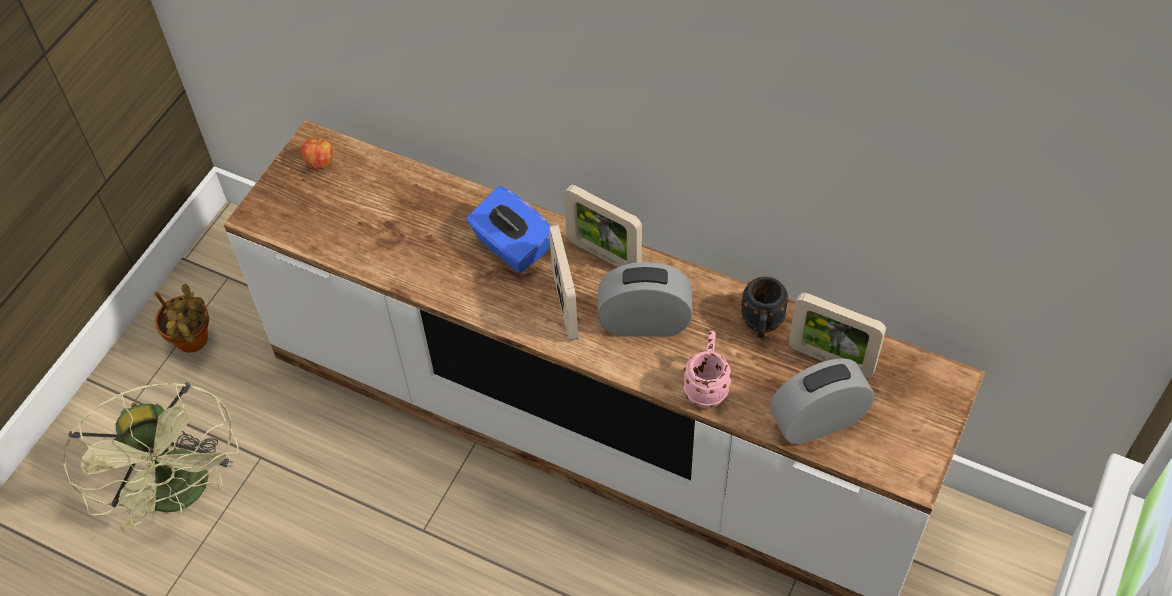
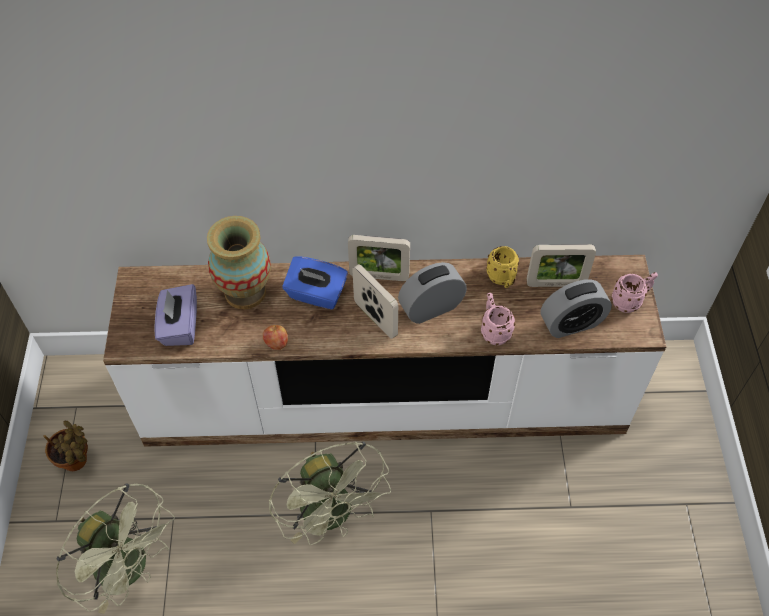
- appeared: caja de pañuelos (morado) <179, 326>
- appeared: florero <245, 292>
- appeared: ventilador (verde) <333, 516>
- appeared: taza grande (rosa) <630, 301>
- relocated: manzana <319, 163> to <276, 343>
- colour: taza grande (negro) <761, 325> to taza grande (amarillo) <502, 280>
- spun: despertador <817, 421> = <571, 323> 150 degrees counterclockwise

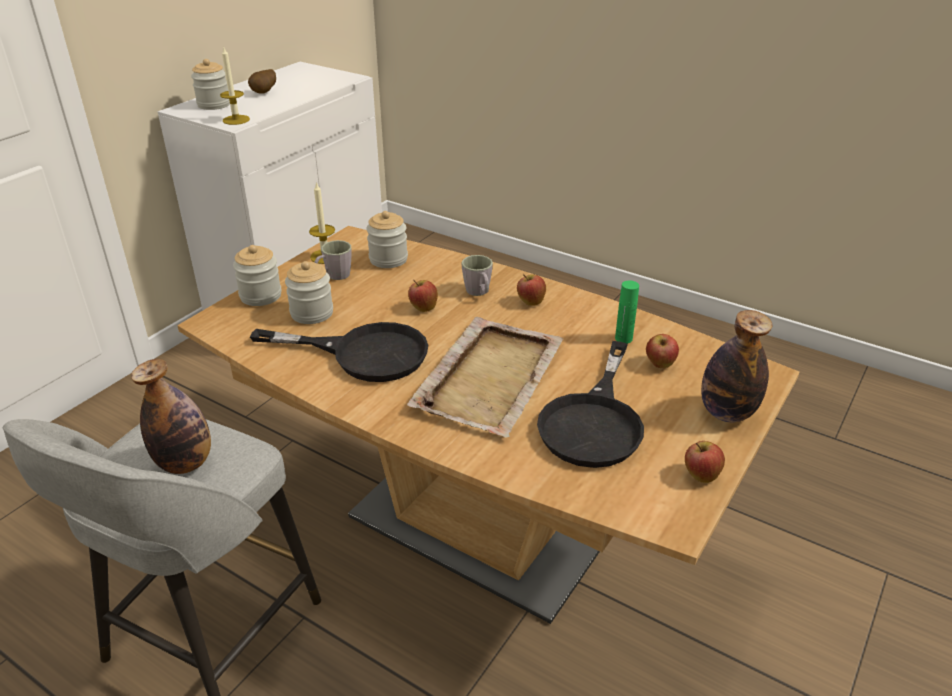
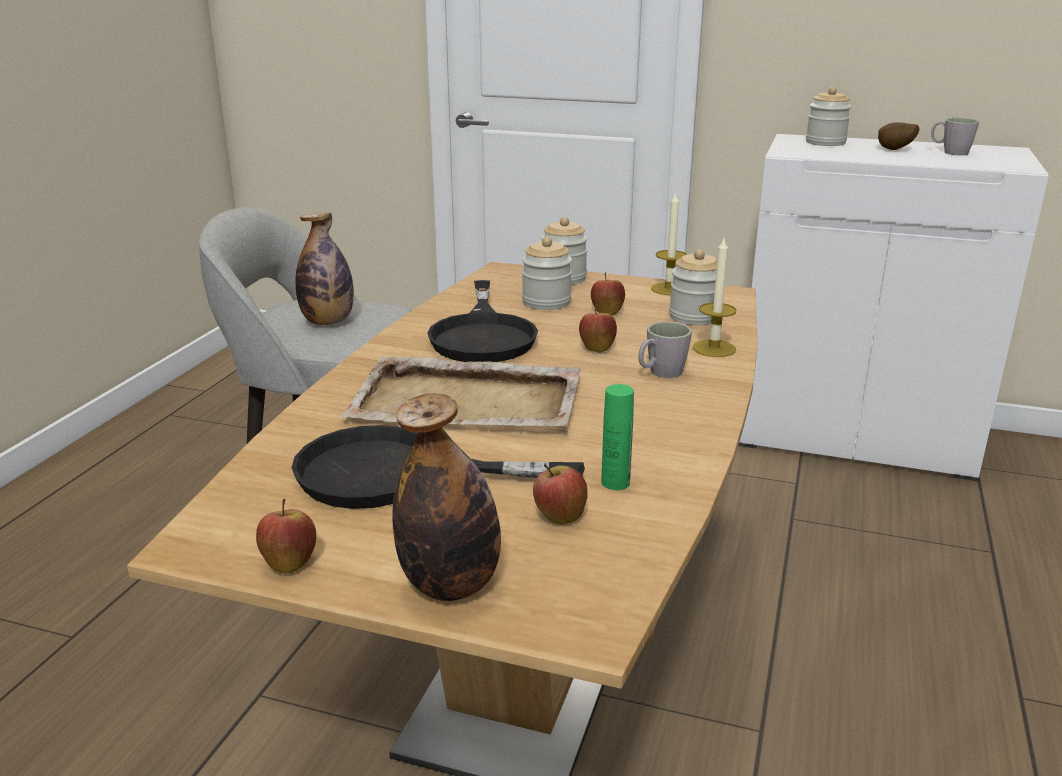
- relocated: vela <236, 120> to <714, 348>
- relocated: taza grande (gris) <334, 276> to <950, 152>
- relocated: manzana <530, 302> to <607, 312>

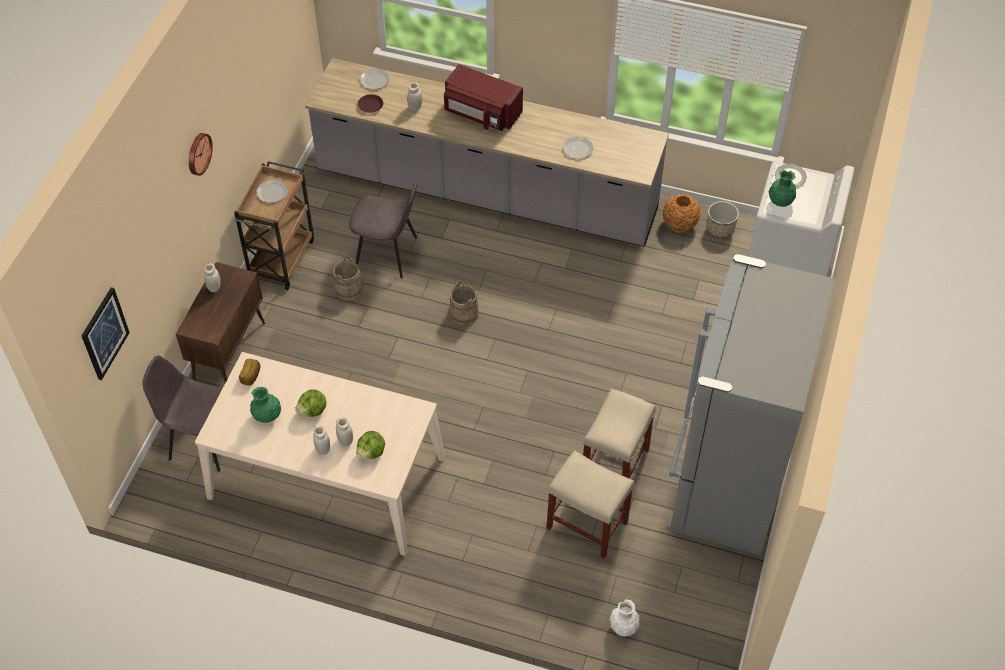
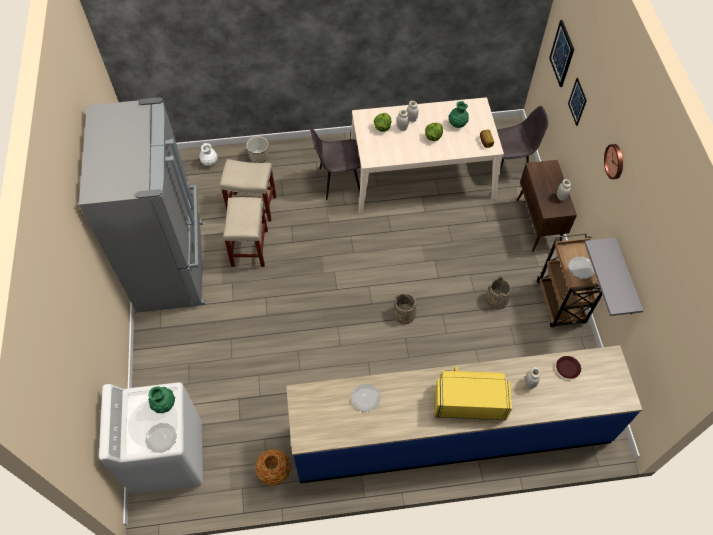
- missing: plato <375, 80>
- appeared: cuadro <577, 101>
- appeared: estante (gris) <625, 279>
- relocated: silla (gris) <388, 254> to <338, 181>
- relocated: maceta <720, 229> to <259, 156>
- colour: mueble bajo de cocina (gris) <486, 193> to mueble bajo de cocina (azul) <451, 432>
- colour: microondas (rojo) <481, 114> to microondas (amarillo) <469, 401>

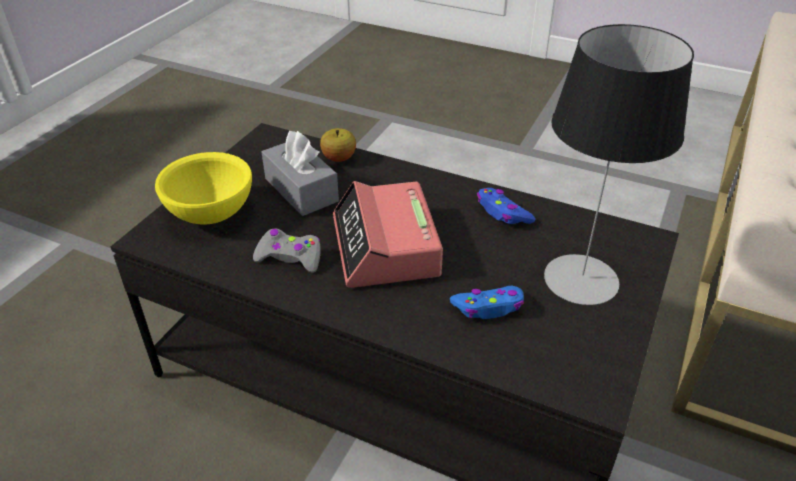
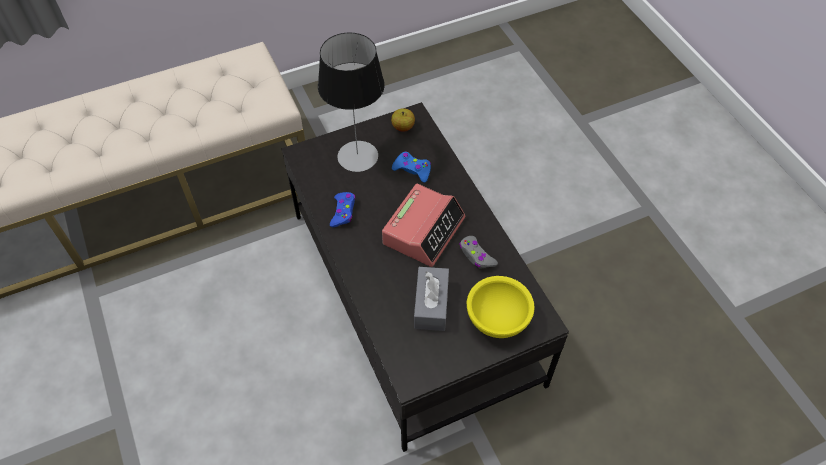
- relocated: manzana <339, 158> to <403, 127>

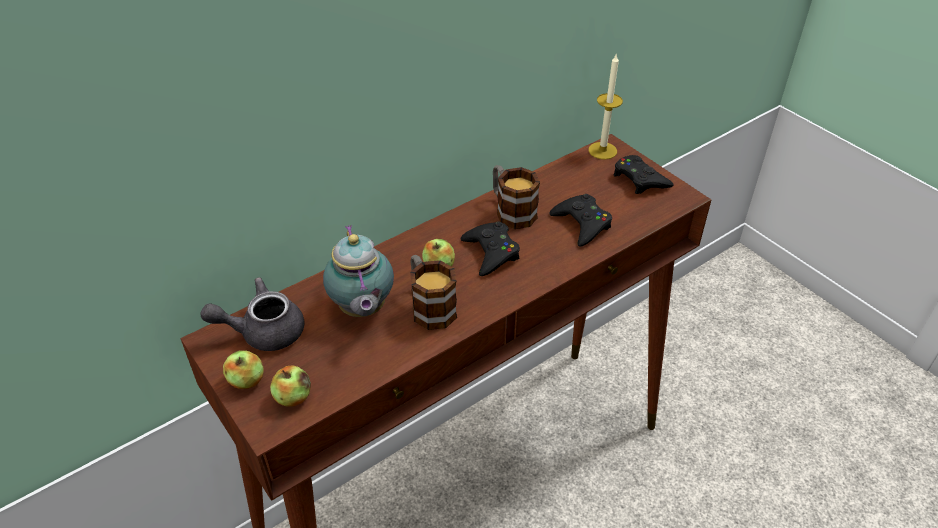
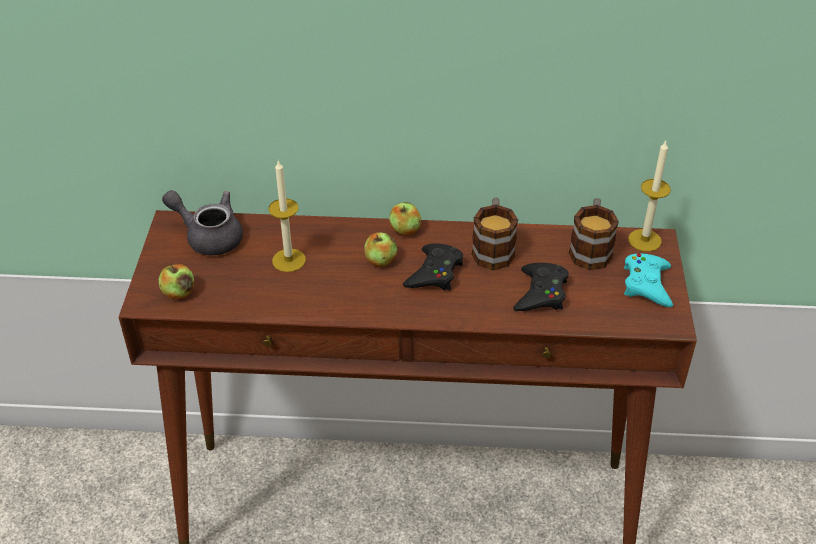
- relocated: manzana <246, 381> to <405, 230>
- relocated: taza grande <429, 306> to <590, 249>
- exchanged: tetera <362, 310> to vela <289, 260>
- colour: mando de consola (negro) <640, 179> to mando de consola (turquesa) <647, 284>

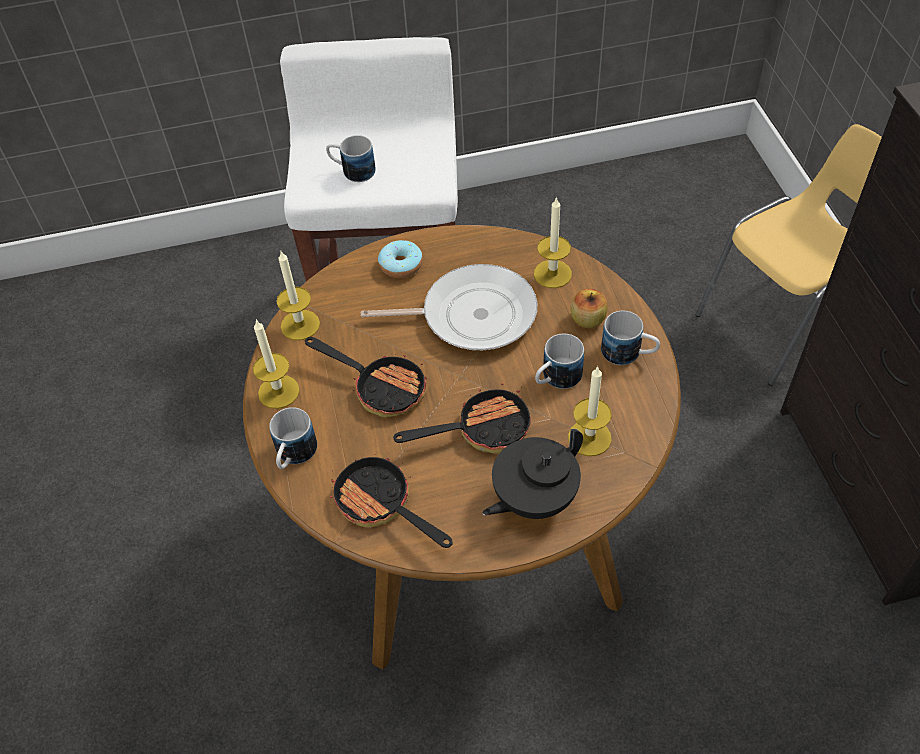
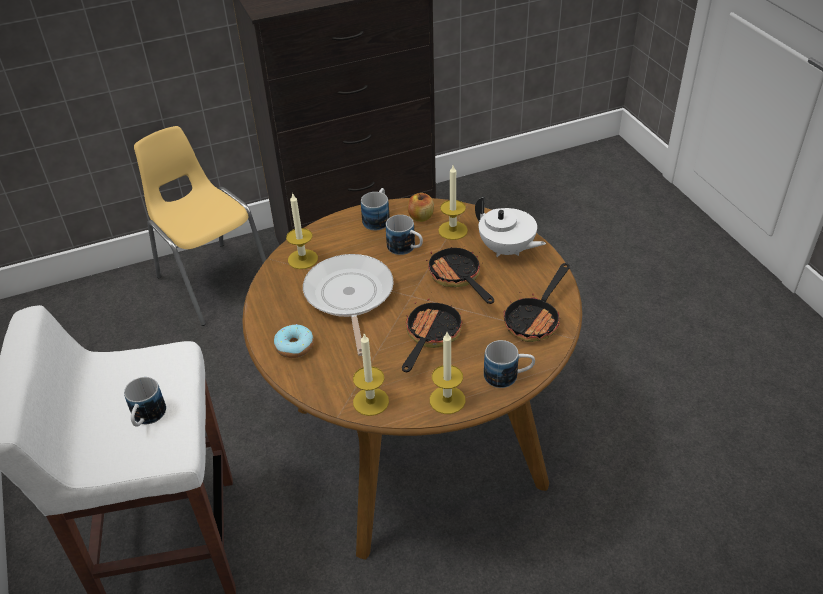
- relocated: manzana <587, 319> to <421, 217>
- colour: tetera (negro) <533, 498> to tetera (blanco) <506, 250>

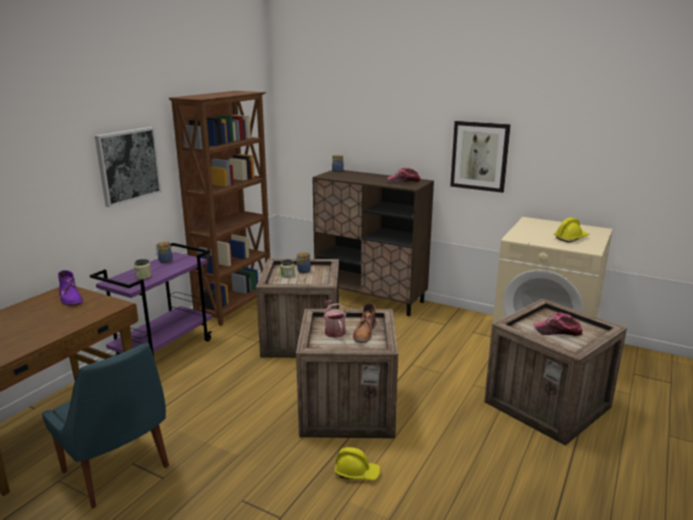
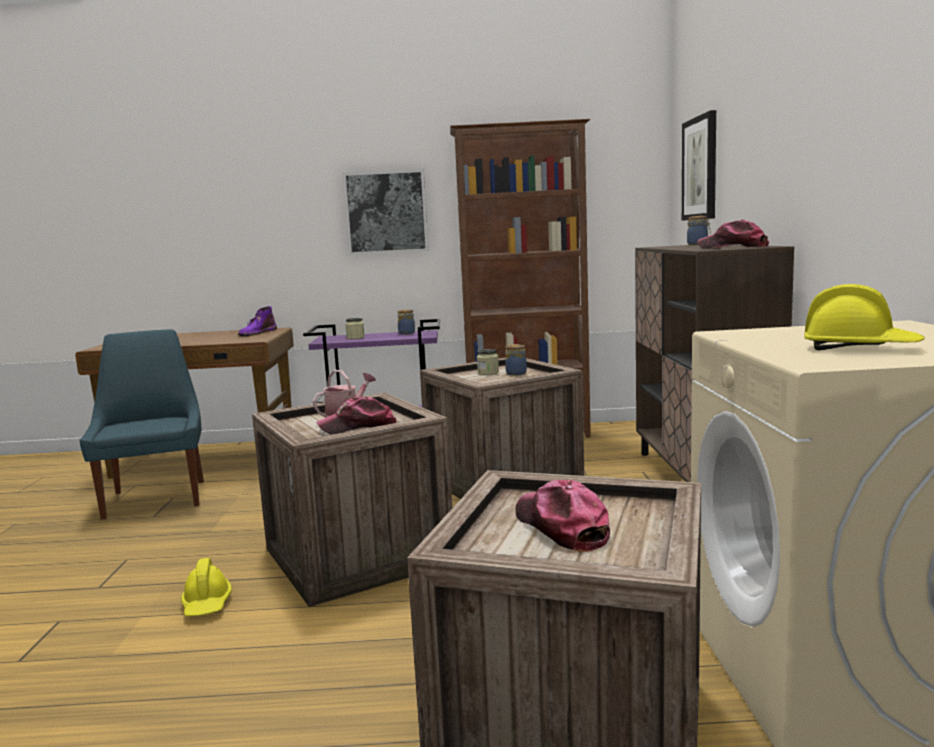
- relocated: cuadro <479, 156> to <700, 168>
- exchanged: bota (marrón) <364, 332> to gorra <358, 427>
- spun: silla (azul) <118, 471> = <156, 498> 150 degrees clockwise

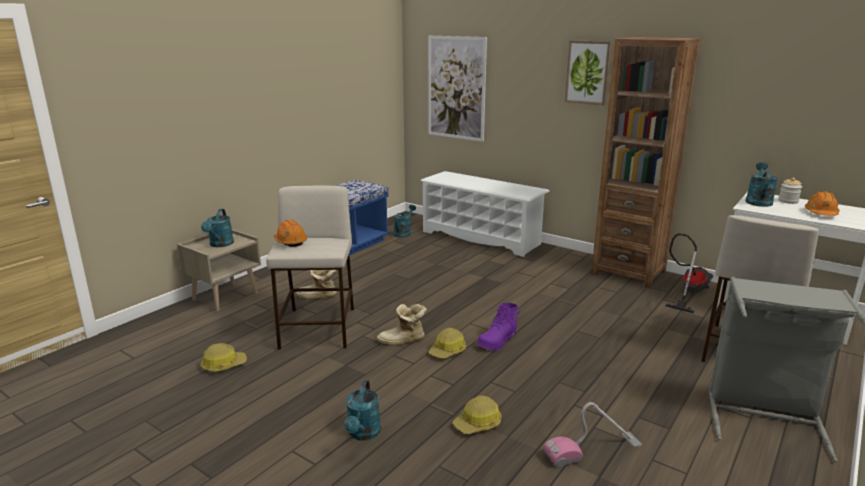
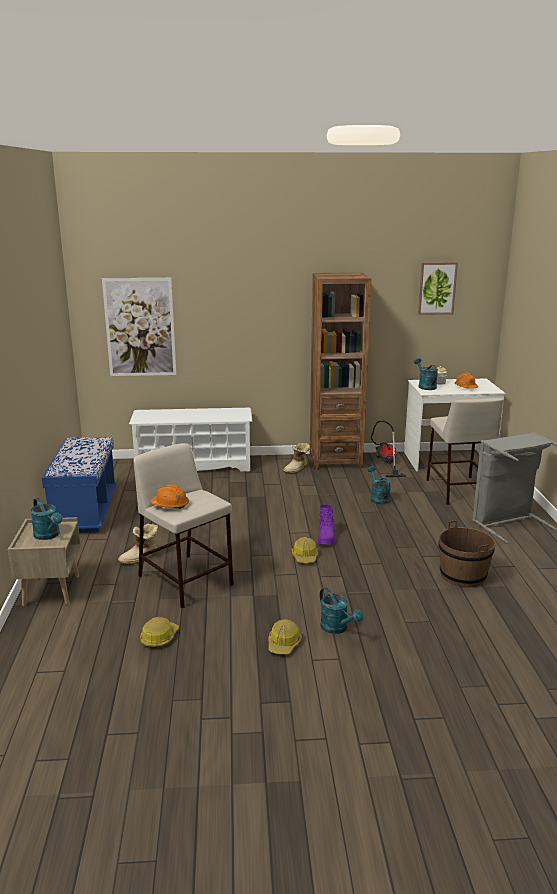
- relocated: bota <403, 341> to <297, 469>
- relocated: regadera (turquesa) <403, 233> to <378, 498>
- relocated: casco <478, 423> to <284, 644>
- relocated: cuadro <588, 72> to <437, 288>
- exchanged: aspiradora <592, 450> to cubo (marrón) <463, 575>

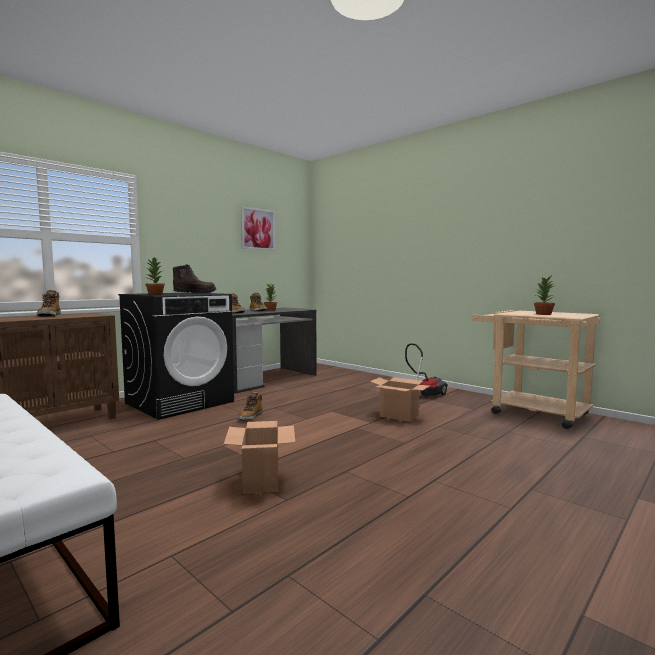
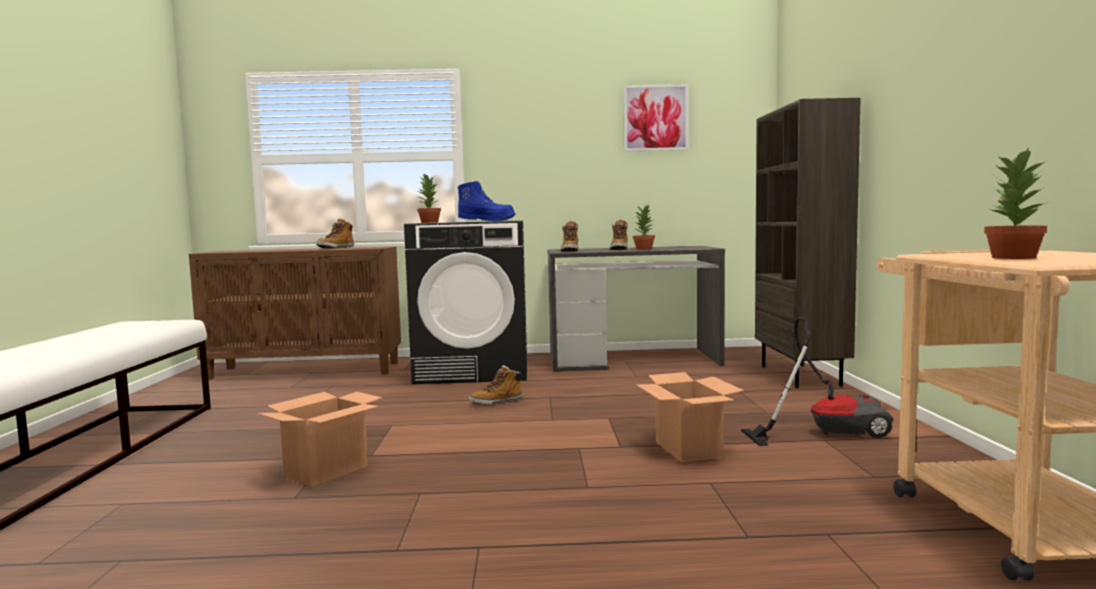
- appeared: estantería (marrón) <801, 376>
- colour: bota (marrón) <194, 293> to bota (azul) <487, 221>

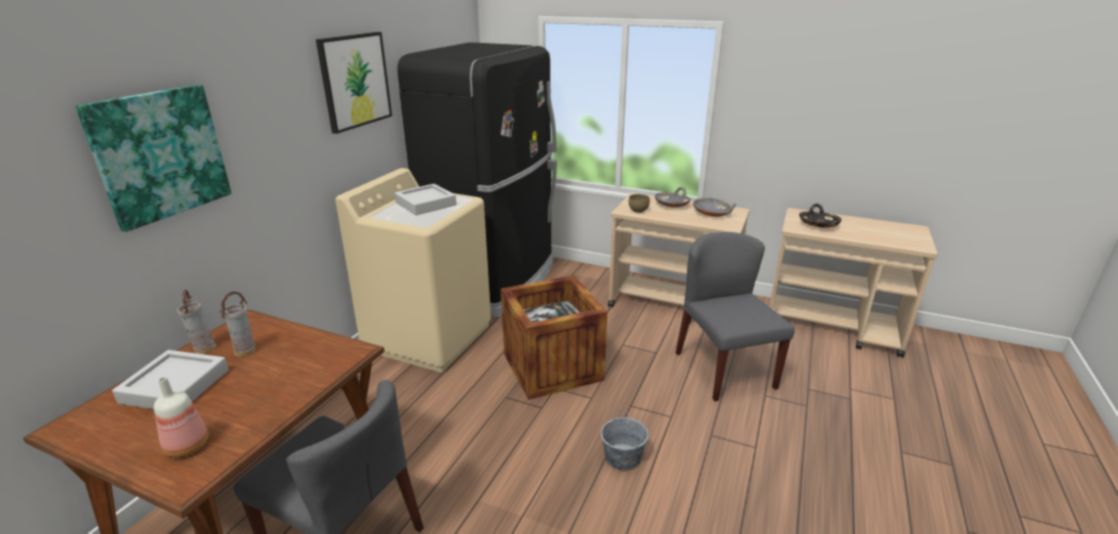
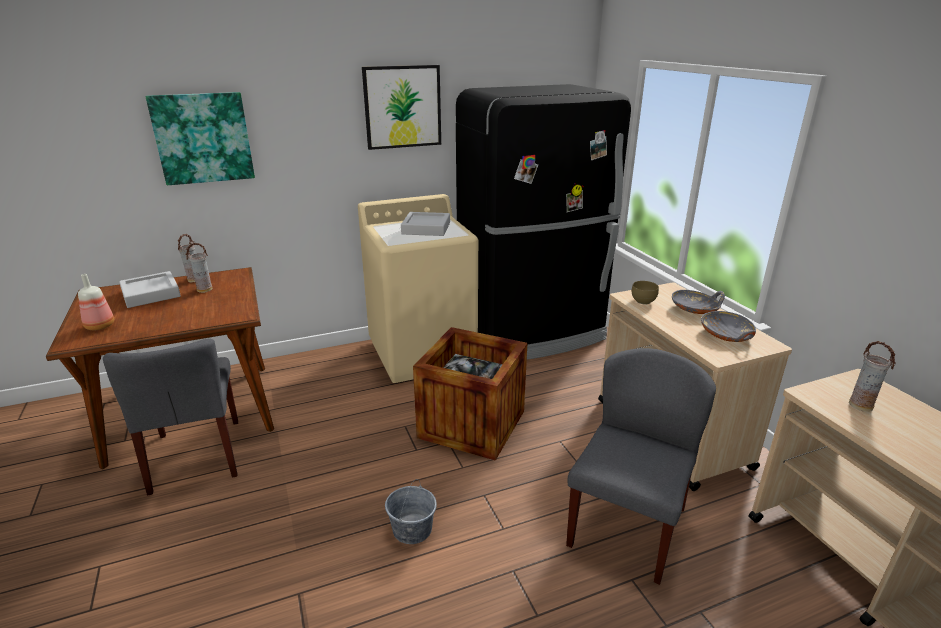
- exchanged: cuenco (negro) <818, 225> to florero <861, 405>

